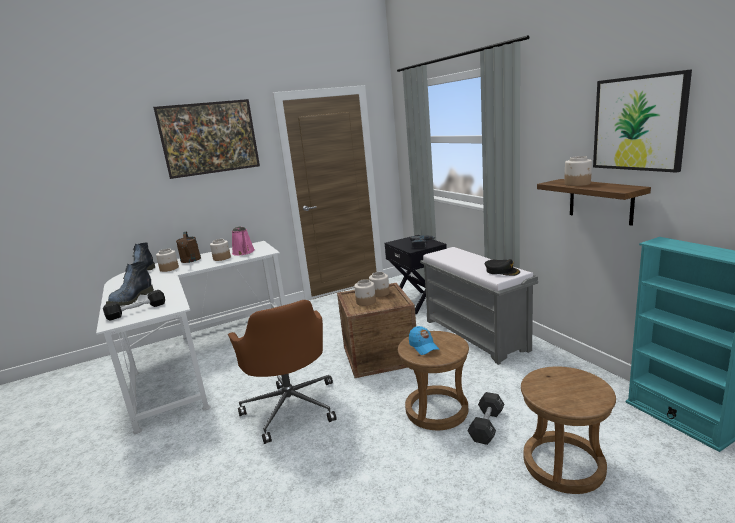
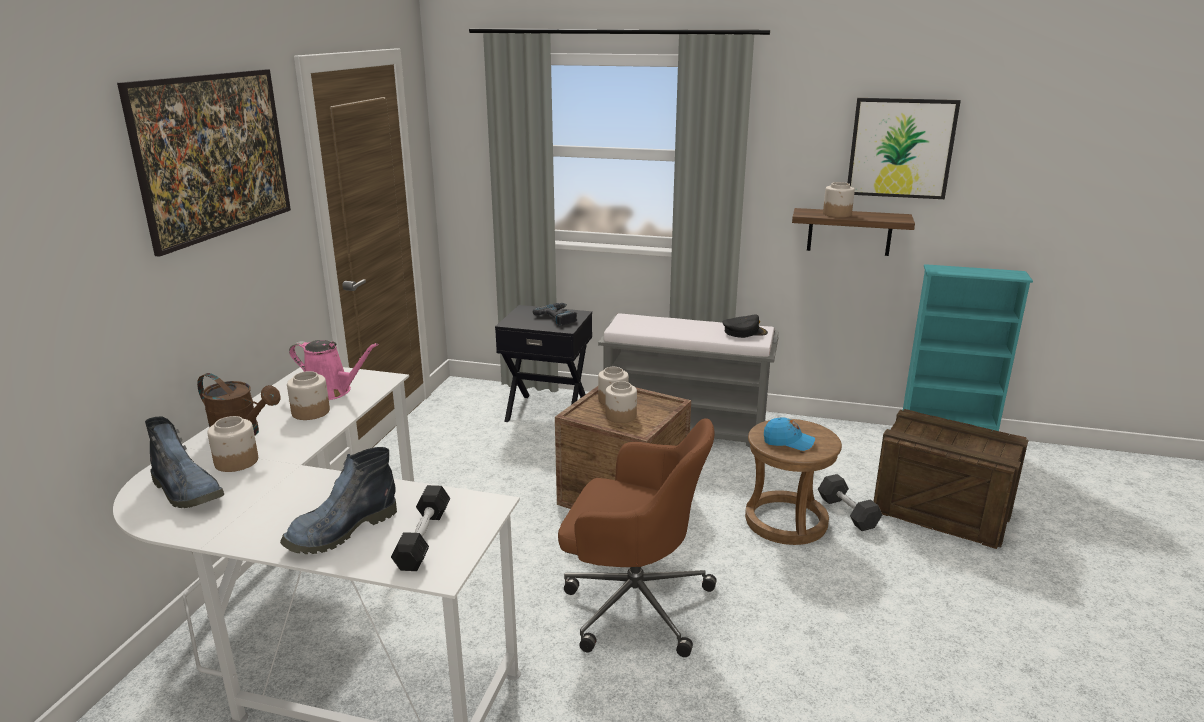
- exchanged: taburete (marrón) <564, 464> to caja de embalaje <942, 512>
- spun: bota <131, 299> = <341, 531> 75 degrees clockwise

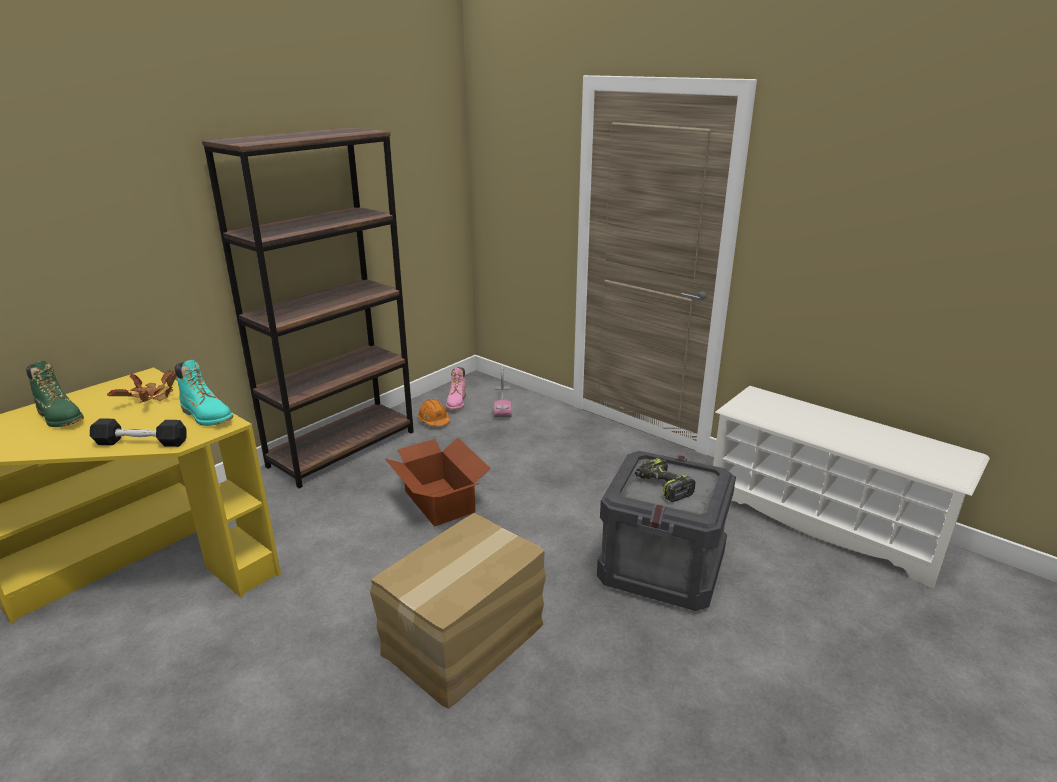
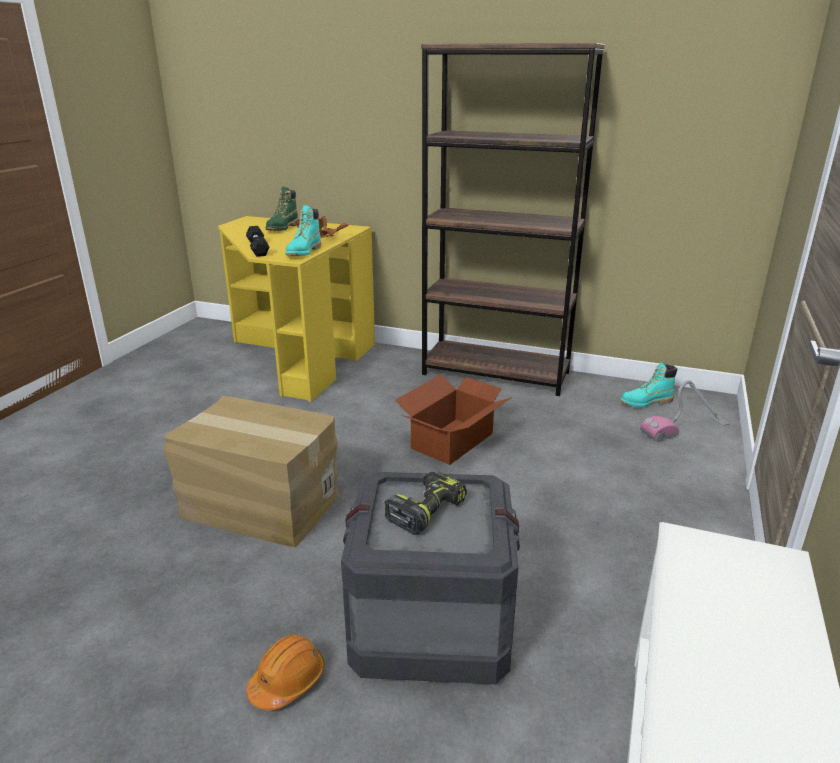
- relocated: casco (naranja) <434, 420> to <287, 681>
- colour: bota (rosa) <456, 403> to bota (turquesa) <646, 402>

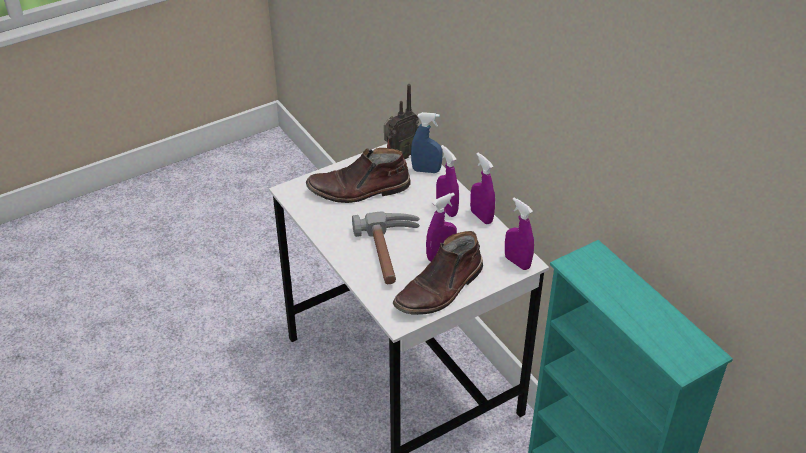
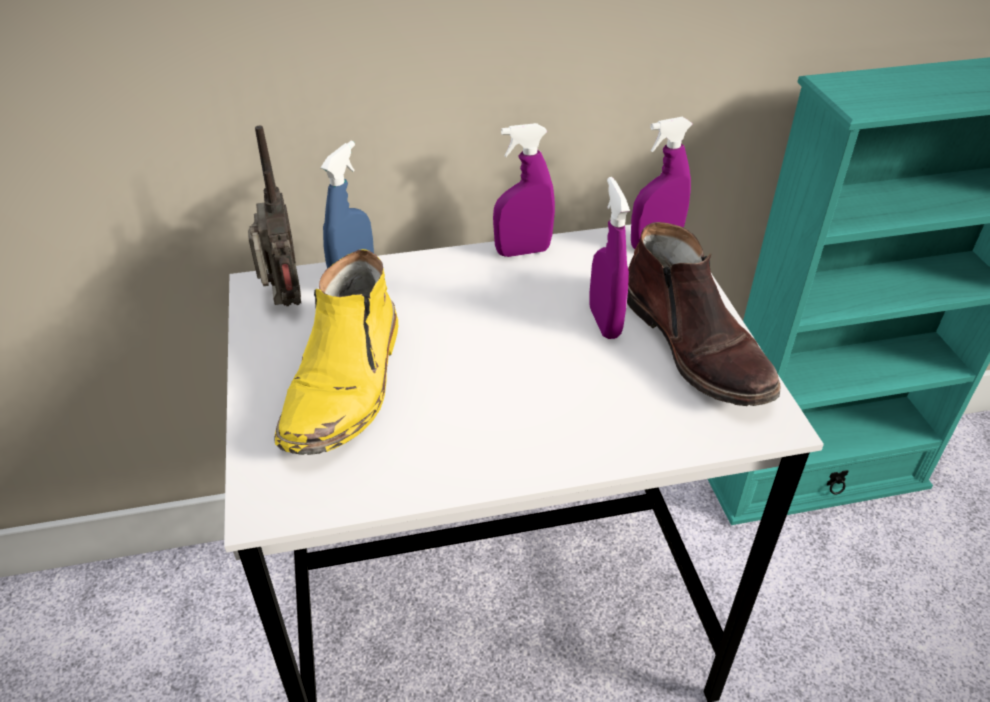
- missing: martillo <392, 253>
- missing: pulverizador (morado) <446, 209>
- colour: bota (marrón) <359, 190> to bota (amarillo) <346, 384>

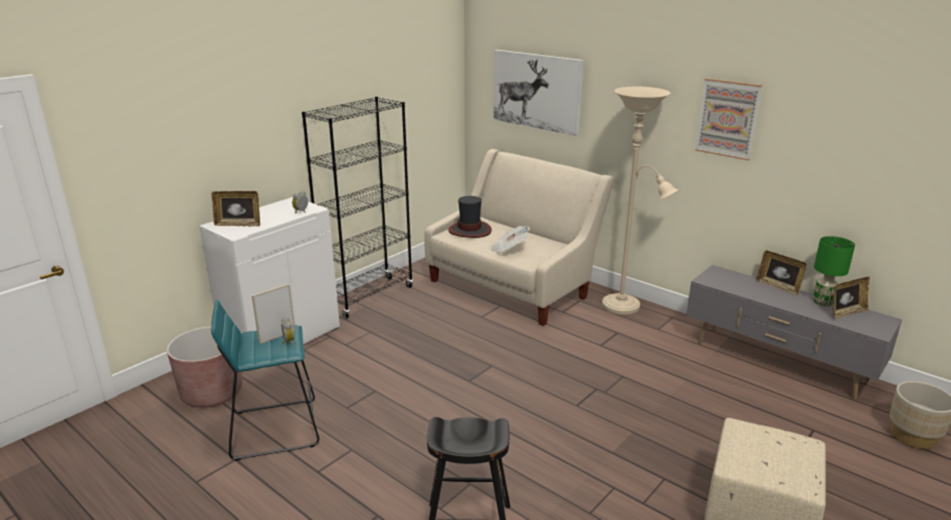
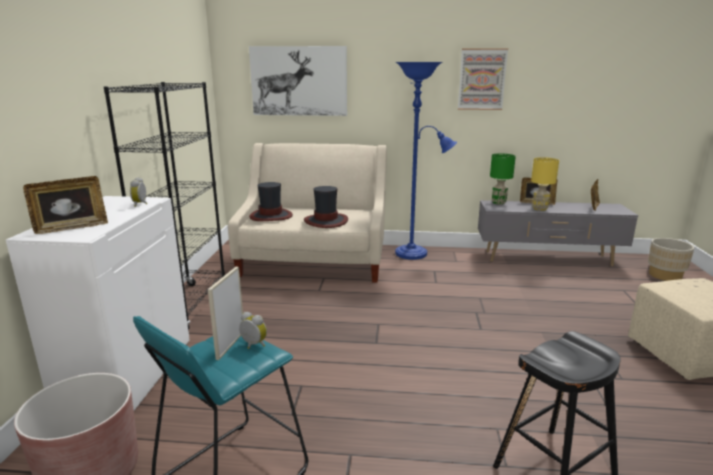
- appeared: lámpara de mesa (amarillo) <539, 209>
- relocated: lámpara de mesa (verde) <822, 302> to <498, 203>
- exchanged: periódico <508, 249> to sombrero <326, 221>
- colour: lámpara de pie (beis) <625, 307> to lámpara de pie (azul) <415, 253>

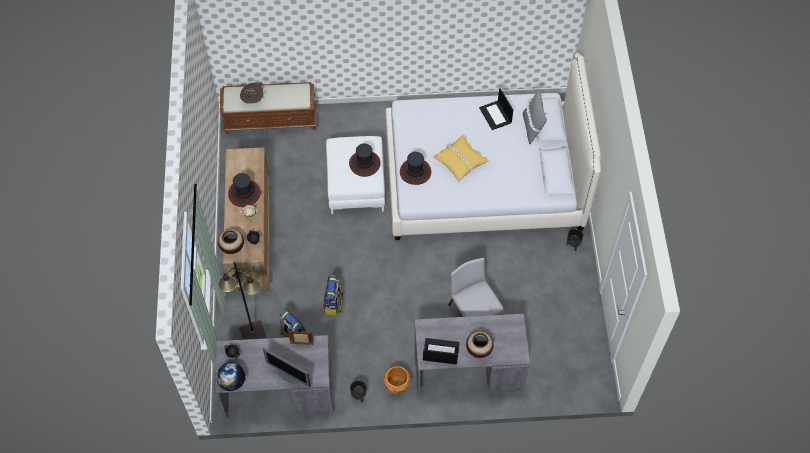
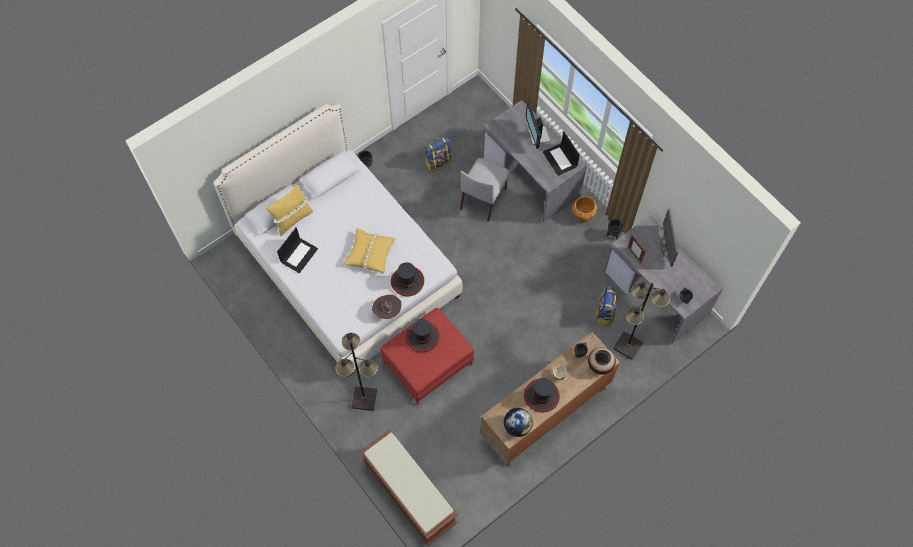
- appeared: lámpara de pie (negro) <364, 398>
- relocated: globo terráqueo <232, 382> to <517, 426>
- relocated: sombrero (marrón) <252, 99> to <387, 311>
- relocated: mochila <333, 304> to <437, 161>
- exchanged: florero <478, 350> to monitor <537, 136>
- colour: puf (blanco) <356, 186> to puf (rojo) <428, 363>
- colour: cojín (gris) <532, 127> to cojín (amarillo) <292, 219>

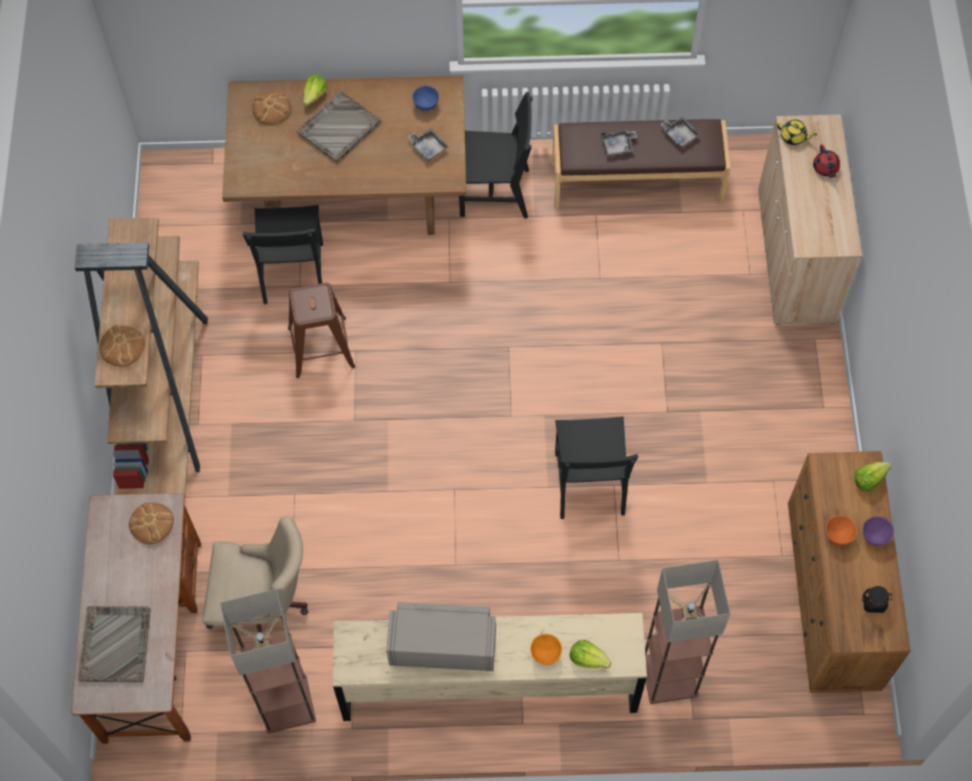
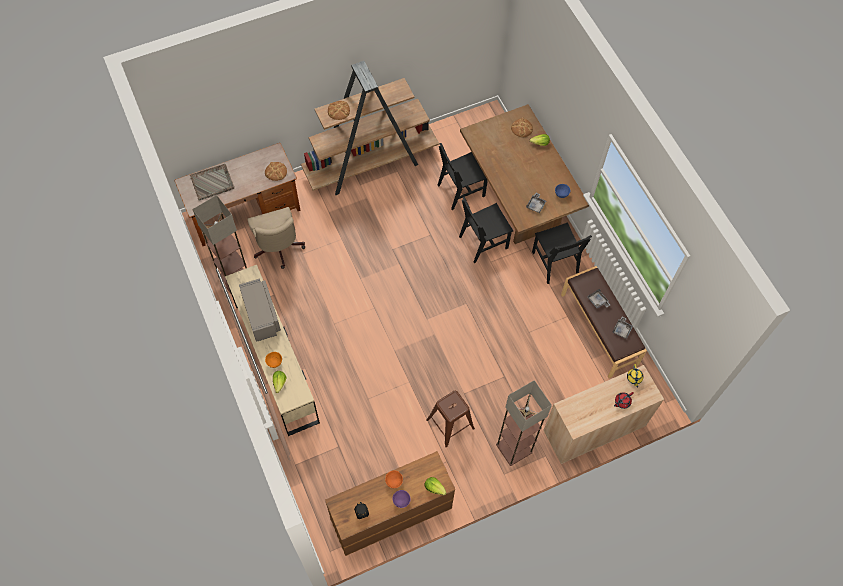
- missing: bandeja (gris) <338, 128>
- relocated: taburete (marrón) <322, 347> to <450, 424>
- relocated: silla (negro) <589, 483> to <483, 242>
- relocated: lámpara de pie <670, 677> to <514, 449>

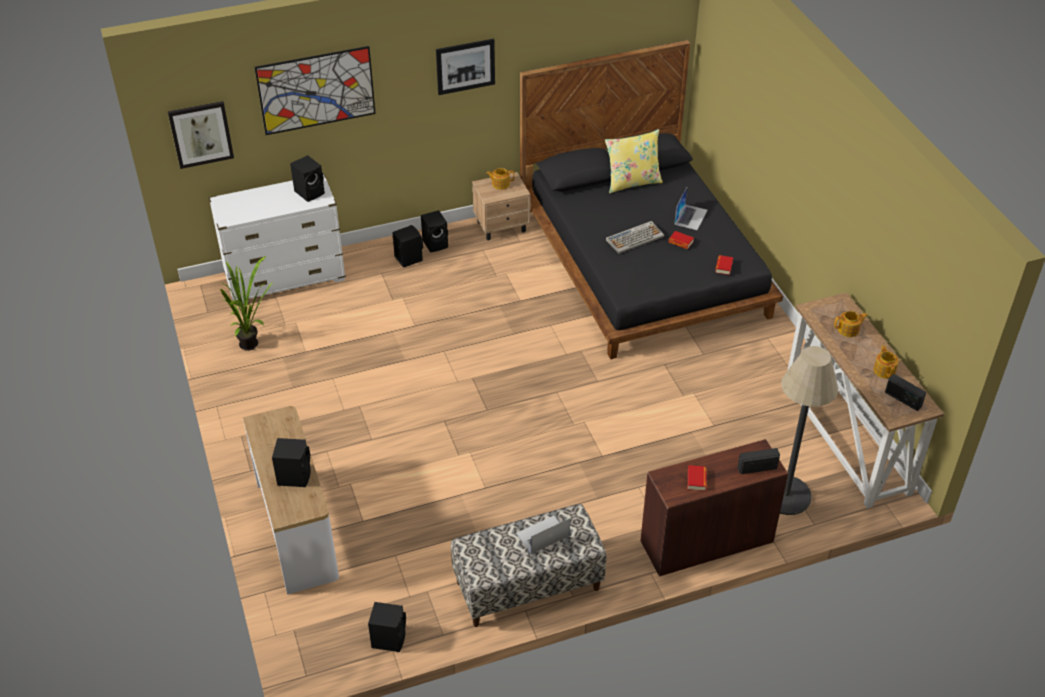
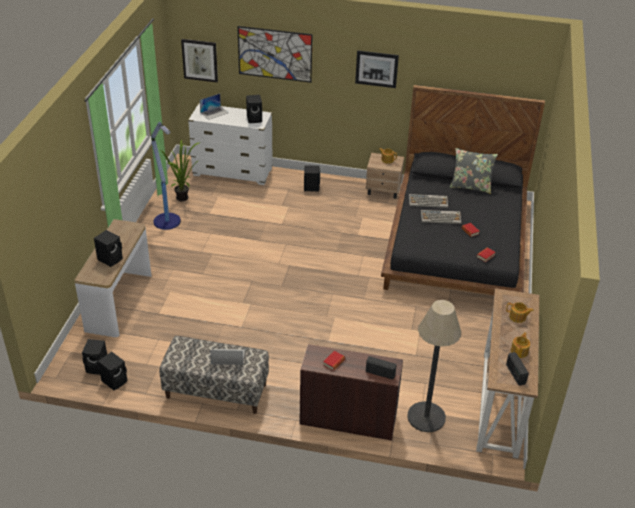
- appeared: lámpara de pie <167, 222>
- appeared: teclado <428, 201>
- relocated: altavoz (negro) <436, 243> to <97, 367>
- relocated: portátil <690, 217> to <214, 113>
- colour: cojín (amarillo) <632, 182> to cojín (gris) <470, 186>

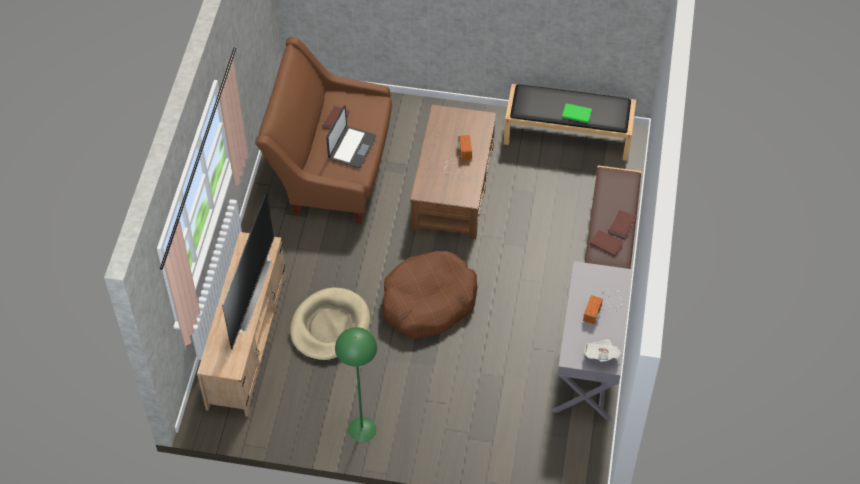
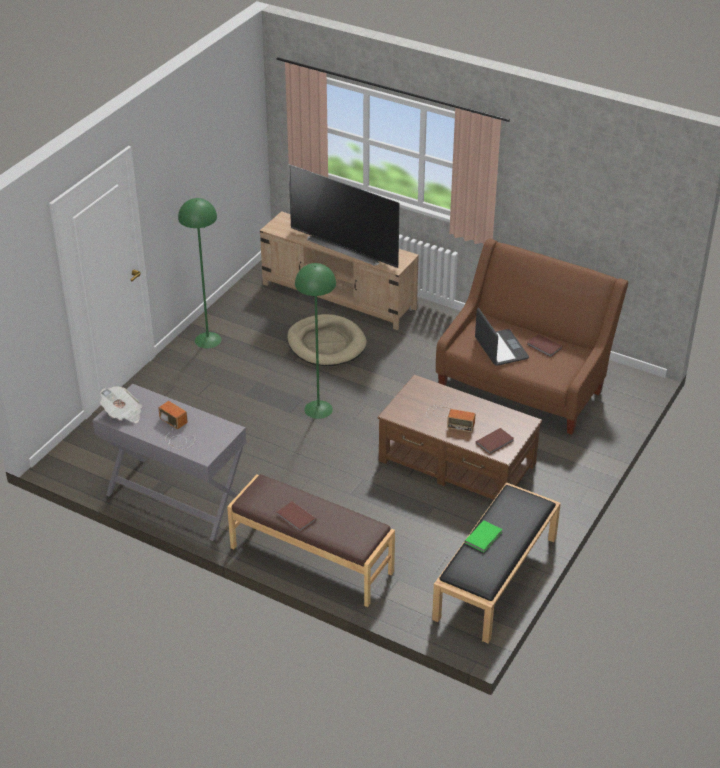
- relocated: libro (marrón) <606, 243> to <495, 442>
- exchanged: cama para perro (marrón) <428, 302> to lámpara de pie (verde) <318, 409>
- spun: portátil <351, 147> = <500, 348> 150 degrees counterclockwise

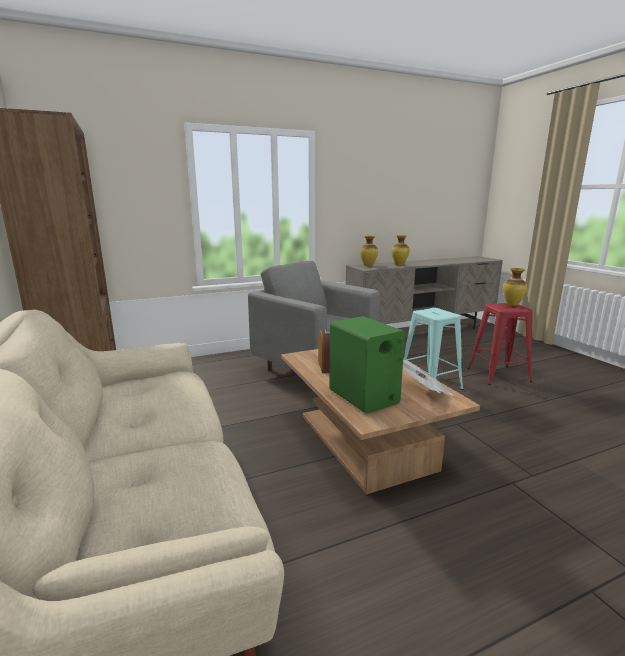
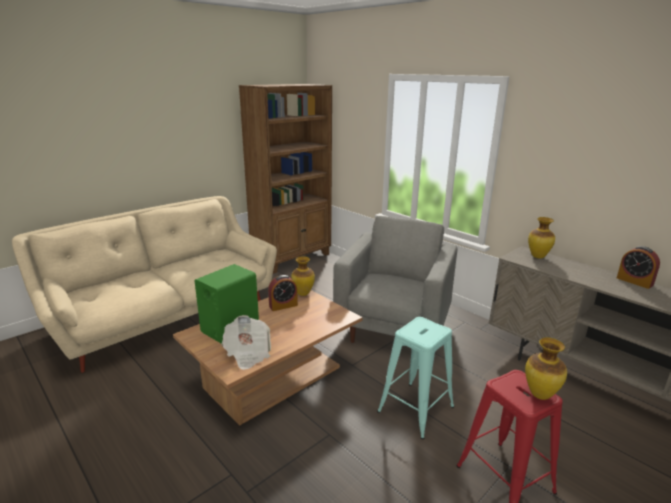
- appeared: despertador <634, 281>
- relocated: florero <399, 265> to <303, 293>

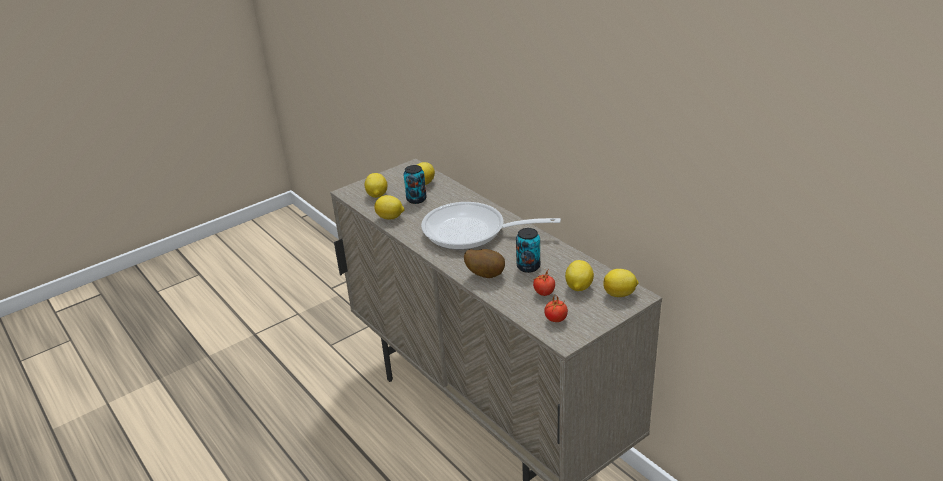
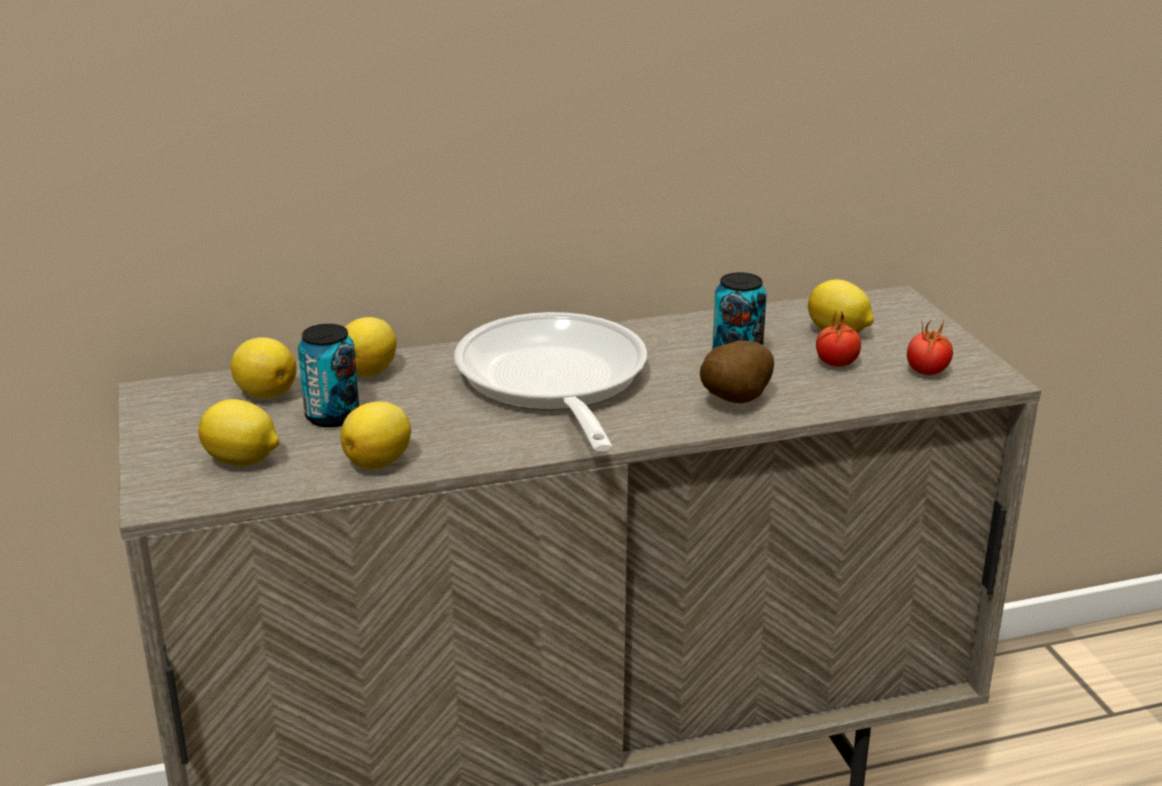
- relocated: limón <620, 294> to <370, 371>
- spun: sartén <471, 232> = <553, 384> 135 degrees clockwise

